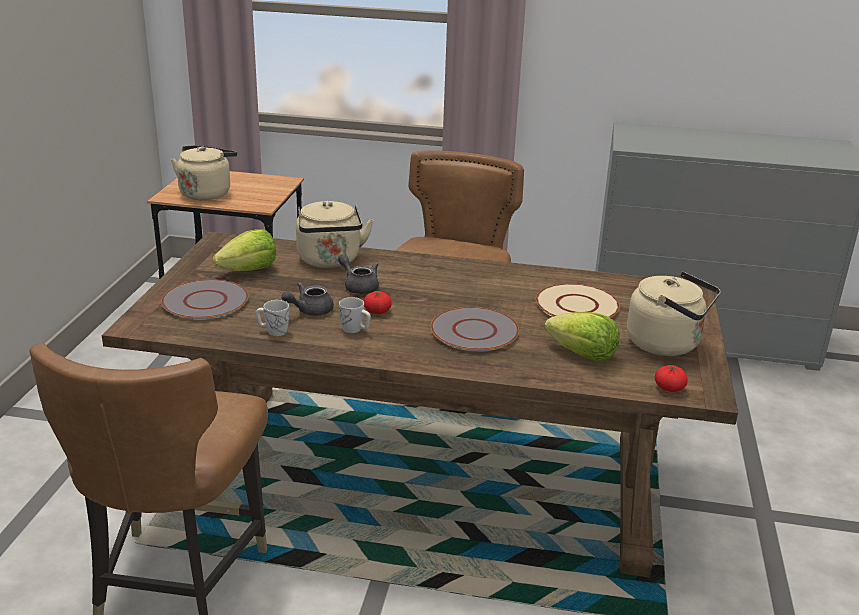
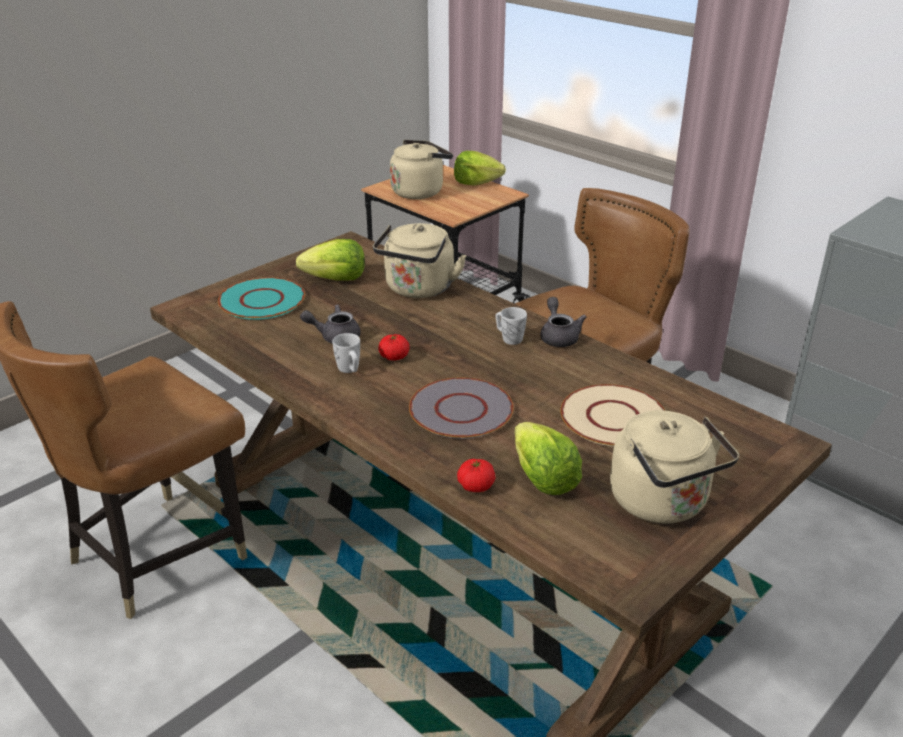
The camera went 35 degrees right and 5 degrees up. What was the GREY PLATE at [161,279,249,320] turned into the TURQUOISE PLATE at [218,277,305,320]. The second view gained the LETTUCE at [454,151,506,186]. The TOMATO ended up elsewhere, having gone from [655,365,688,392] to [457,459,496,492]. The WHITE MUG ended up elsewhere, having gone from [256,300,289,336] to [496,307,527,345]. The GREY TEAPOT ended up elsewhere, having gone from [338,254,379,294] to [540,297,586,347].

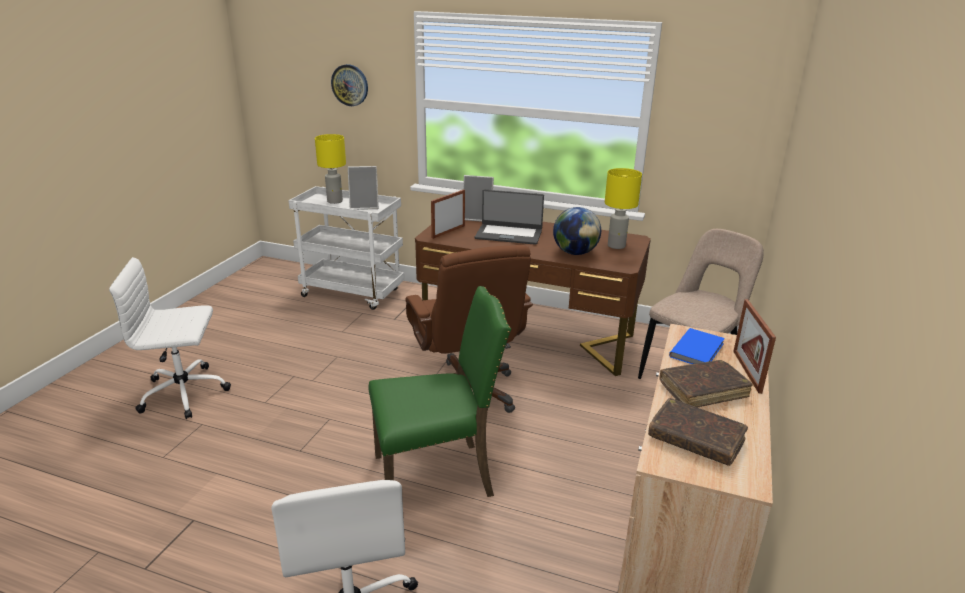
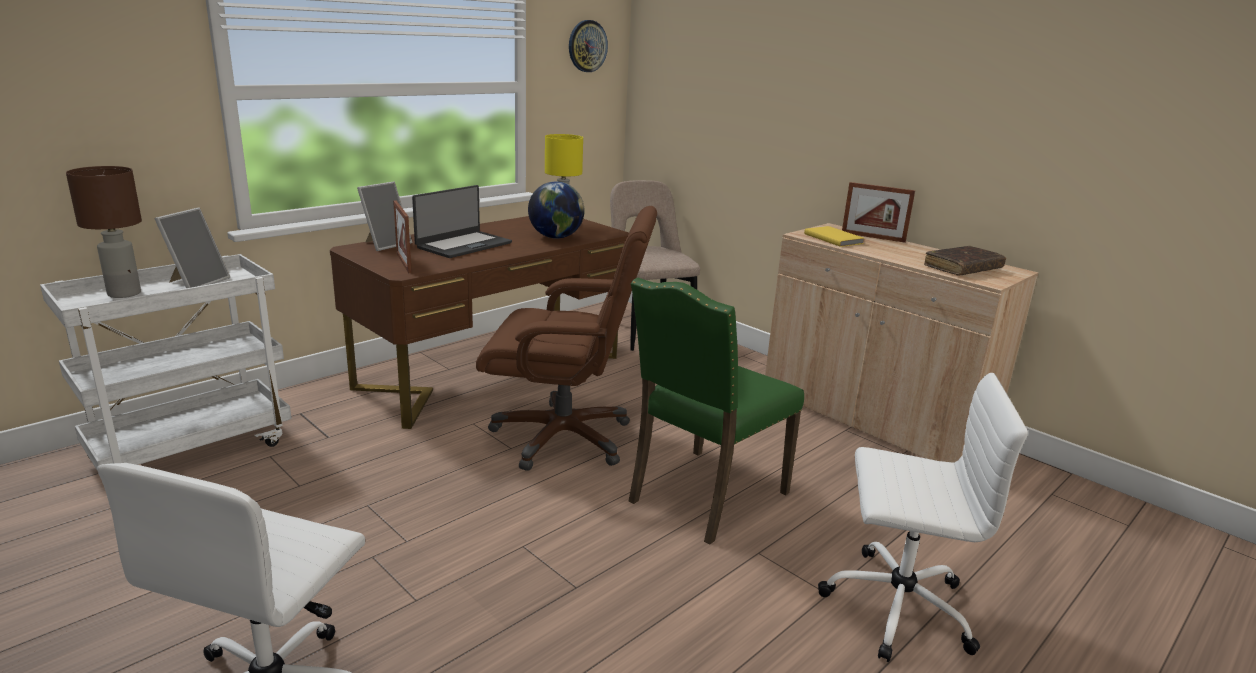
The camera went 65 degrees left and 5 degrees down. What was the YELLOW TABLE LAMP at [315,134,346,204] turned into the BROWN TABLE LAMP at [66,166,142,298]. The WALL CLOCK ended up elsewhere, having gone from [331,64,368,106] to [569,20,608,72]. The GREEN CHAIR at [368,286,512,497] ended up facing another way, 150 degrees counterclockwise from before. What was the BLUE BOOK at [669,328,725,364] turned into the YELLOW BOOK at [804,226,864,247]. The second view lost the BROWN BOOK at [659,360,753,408].

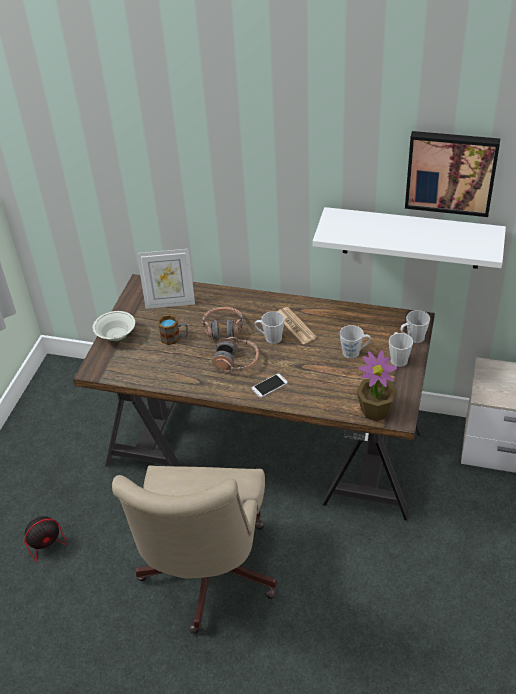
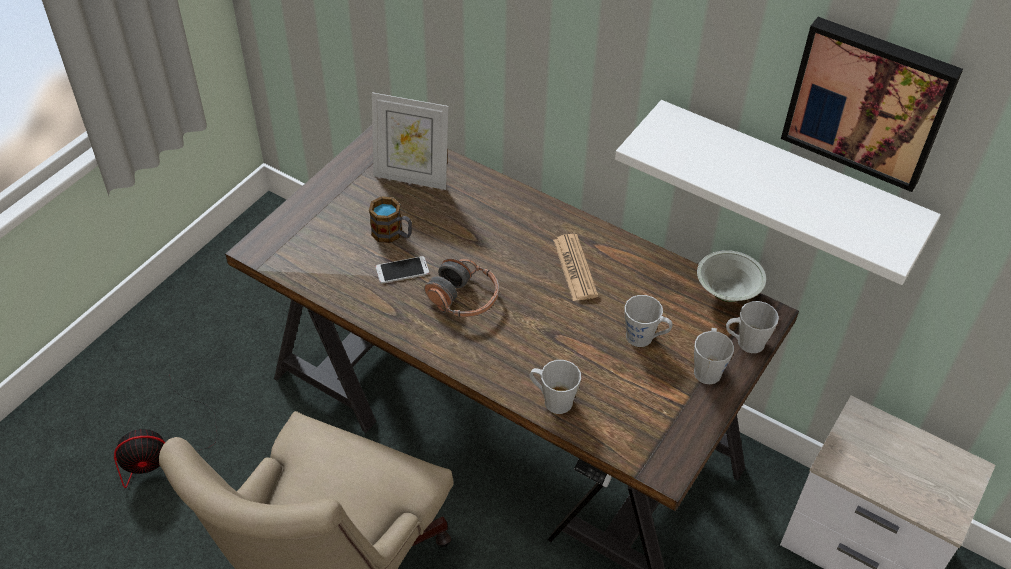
The camera went 15 degrees right and 5 degrees up. The PHONE ended up elsewhere, having gone from [252,373,288,398] to [375,256,429,284]. The GREY MUG ended up elsewhere, having gone from [254,311,284,344] to [530,360,581,414]. The WHITE BOWL ended up elsewhere, having gone from [93,311,135,342] to [697,250,766,302]. The second view lost the HEADPHONES at [202,307,243,340]. The second view lost the POTTED PLANT at [357,350,397,421].

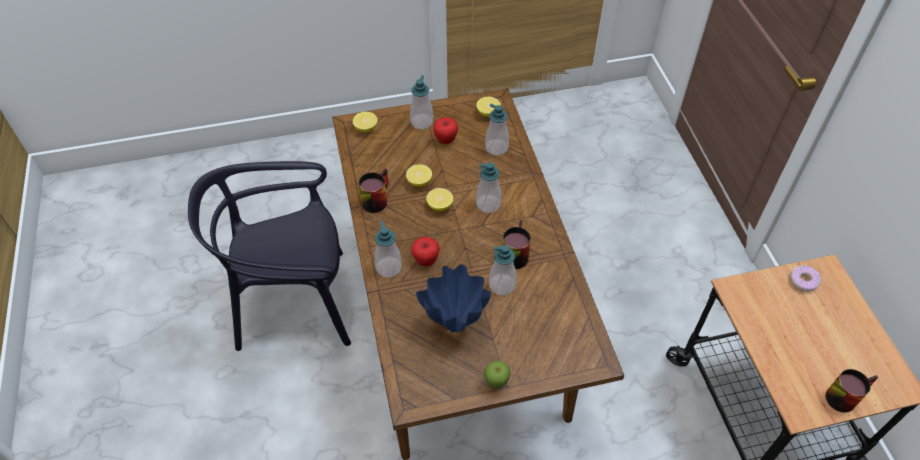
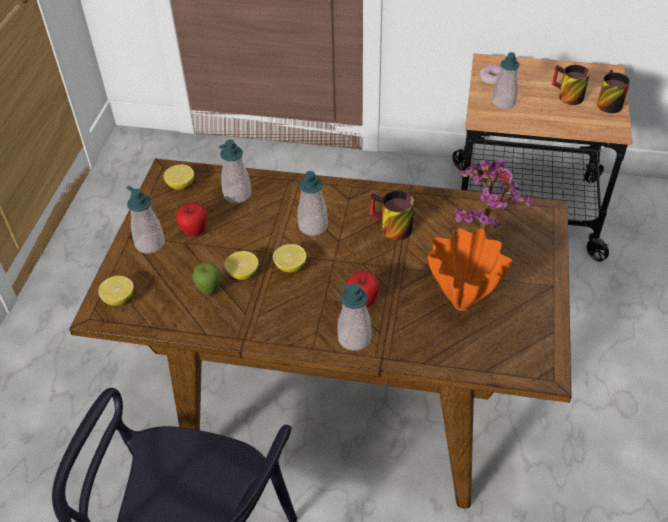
The camera went 65 degrees left and 5 degrees down. The APPLE ended up elsewhere, having gone from [484,361,511,389] to [192,262,221,295]. What was the BLUE VASE at [416,265,491,332] turned into the ORANGE VASE at [428,228,512,311]. The second view gained the POTTED PLANT at [454,158,531,230]. The SOAP DISPENSER ended up elsewhere, having gone from [489,245,516,296] to [492,52,520,109]. The MUG ended up elsewhere, having gone from [358,168,389,213] to [552,65,590,105].

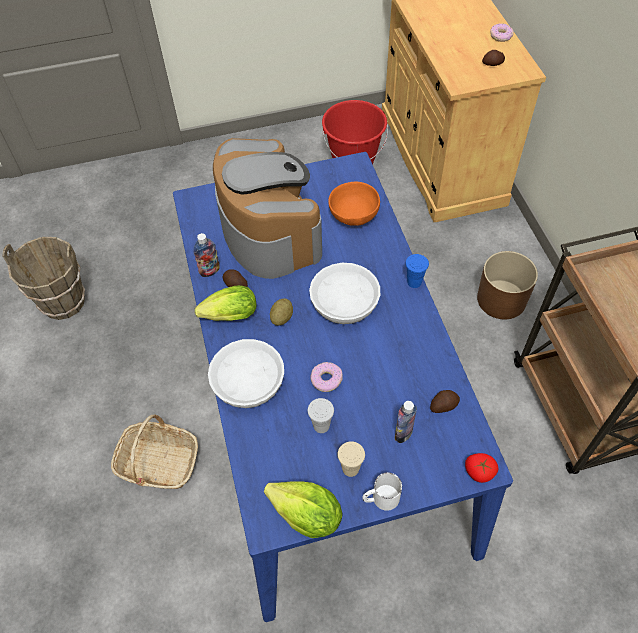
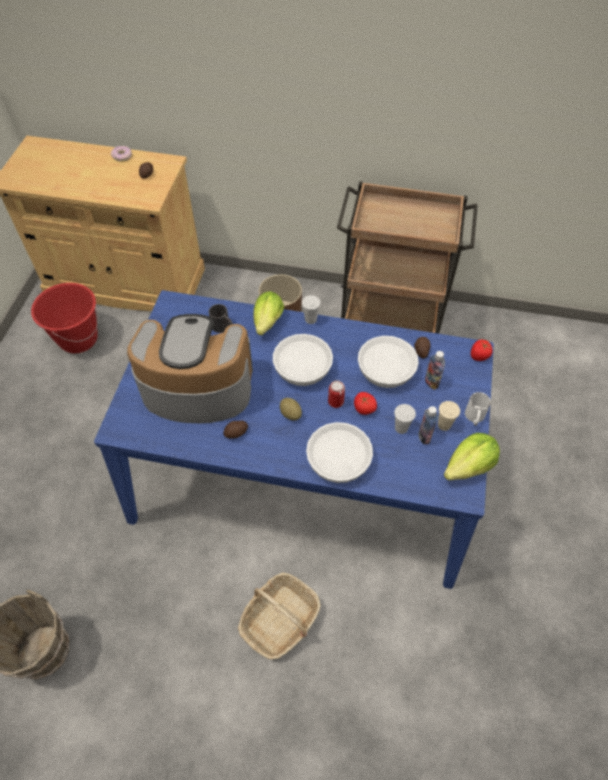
The camera went 65 degrees left and 0 degrees up. Where the ORANGE BOWL stood at [328,182,380,226], the BLACK MUG came to stand at [209,304,233,333]. The LETTUCE ended up elsewhere, having gone from [195,285,257,321] to [253,291,284,335]. What was the BLUE CUP at [406,254,429,288] turned into the WHITE CUP at [302,295,321,324]. The second view gained the CAN at [328,380,345,408]. Where the DONUT stood at [310,362,343,392], the TOMATO came to stand at [354,392,377,415]. The second view gained the WHITE BOWL at [358,336,419,388]. The BOTTLE ended up elsewhere, having gone from [194,233,220,277] to [419,406,438,444].

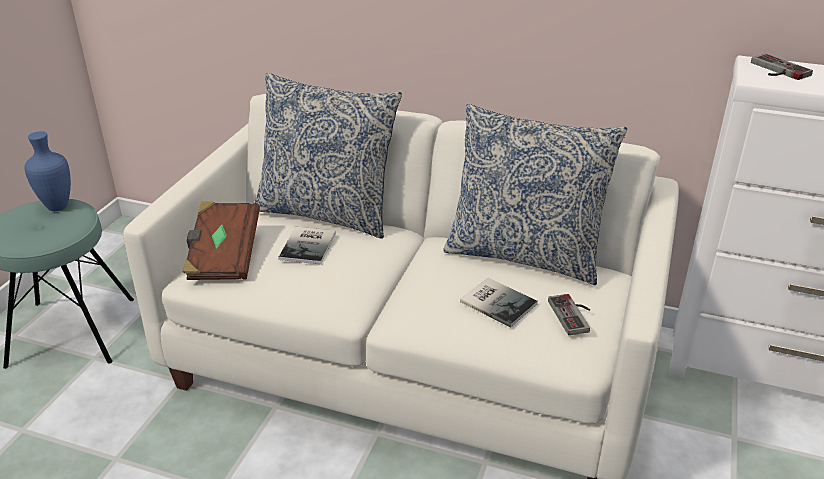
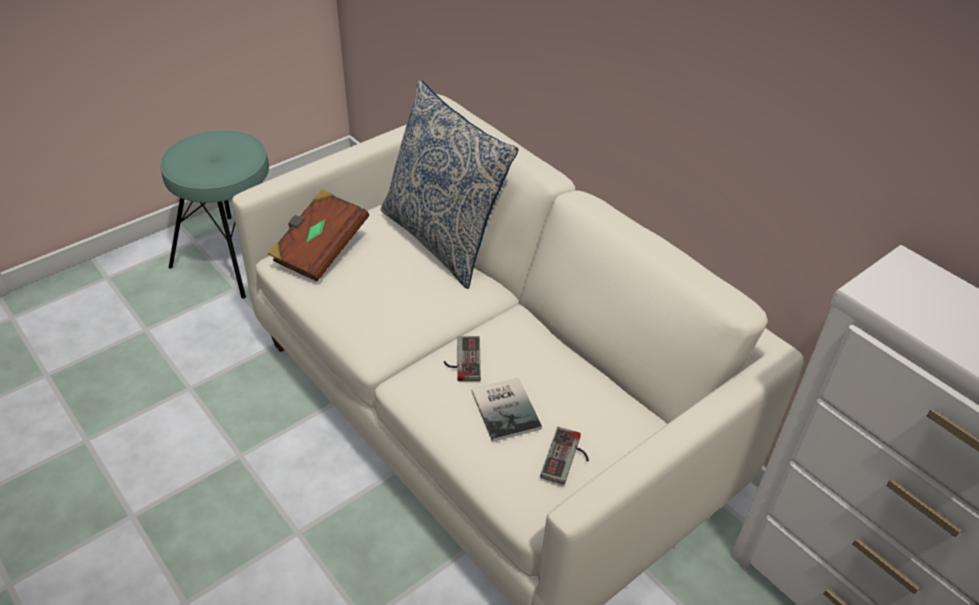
The camera went 30 degrees right and 10 degrees up. The GAME CONTROLLER ended up elsewhere, having gone from [751,54,813,80] to [444,336,481,381]. The second view lost the BLUE VASE at [25,131,71,211]. The second view lost the BOOK at [278,227,336,264]. The second view lost the PILLOW at [443,104,627,285].

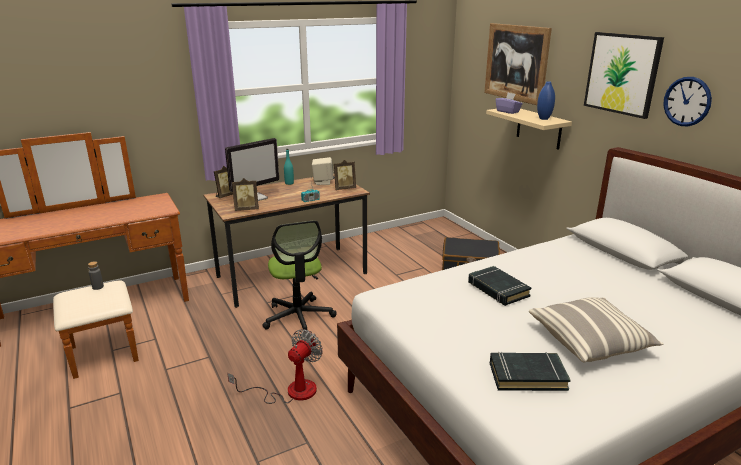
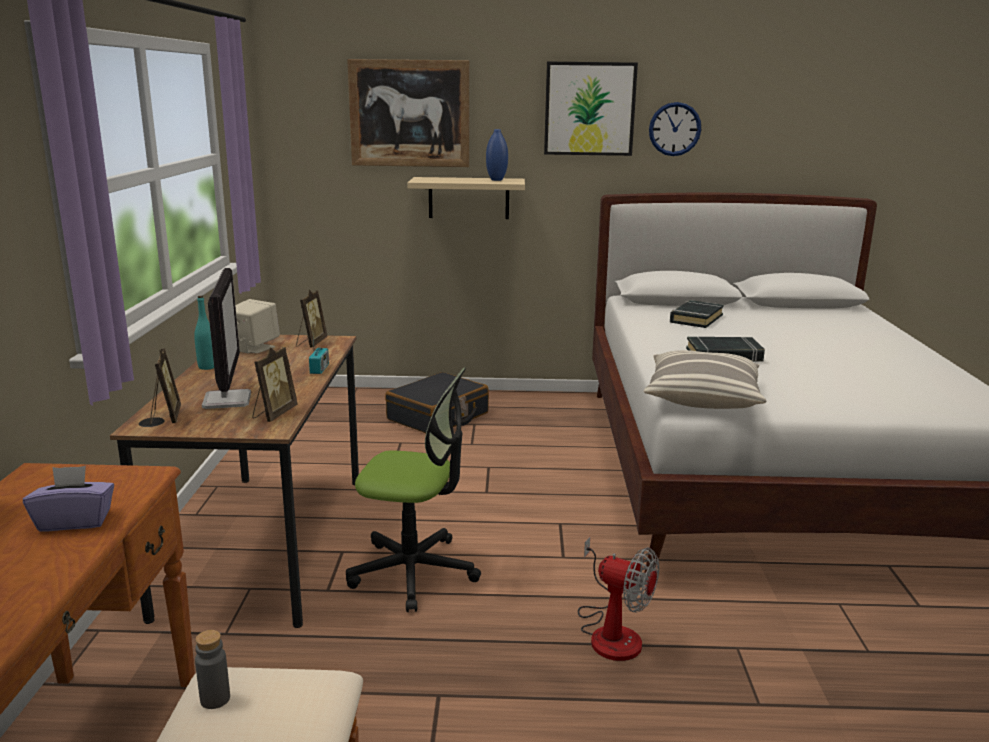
The camera went 60 degrees left and 5 degrees down. The PURPLE TISSUE BOX ended up elsewhere, having gone from [496,93,523,114] to [23,466,114,531]. The FAN at [227,329,323,404] ended up facing another way, 150 degrees clockwise from before. The PILLOW ended up elsewhere, having gone from [529,297,664,363] to [644,350,766,409]. The BLACK BOOK ended up elsewhere, having gone from [490,351,571,391] to [670,300,724,328].

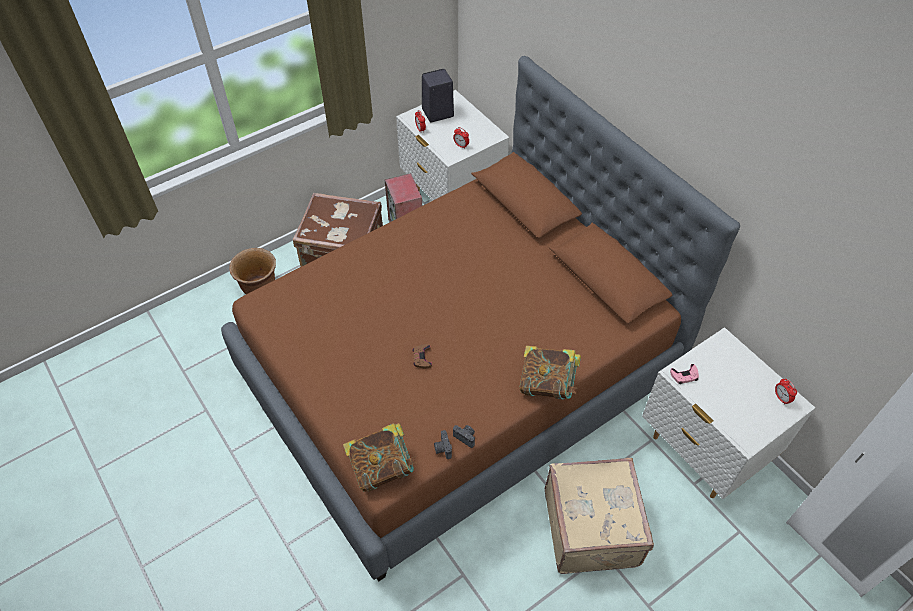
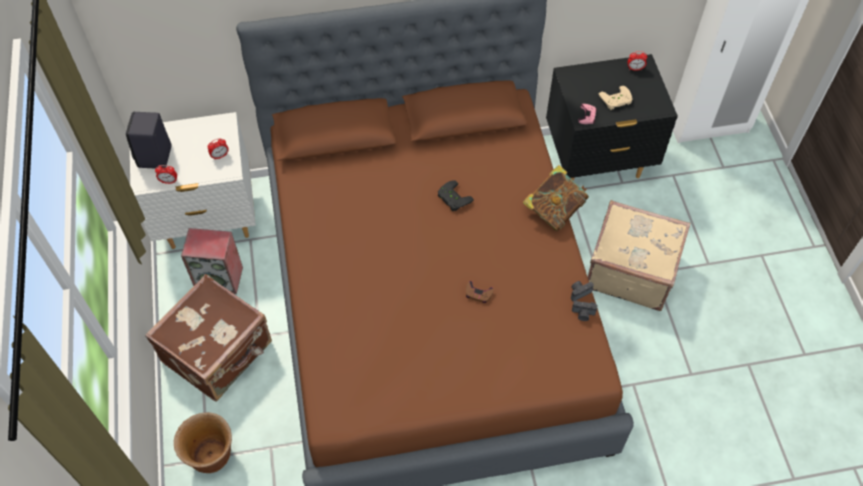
The camera went 65 degrees left and 5 degrees up. The second view gained the BLACK GAME CONTROLLER at [438,180,474,211]. What was the WHITE NIGHTSTAND at [642,327,815,499] turned into the BLACK NIGHTSTAND at [546,54,678,181]. The second view gained the BEIGE GAME CONTROLLER at [599,86,632,110]. The second view lost the BOOK at [343,423,417,492].

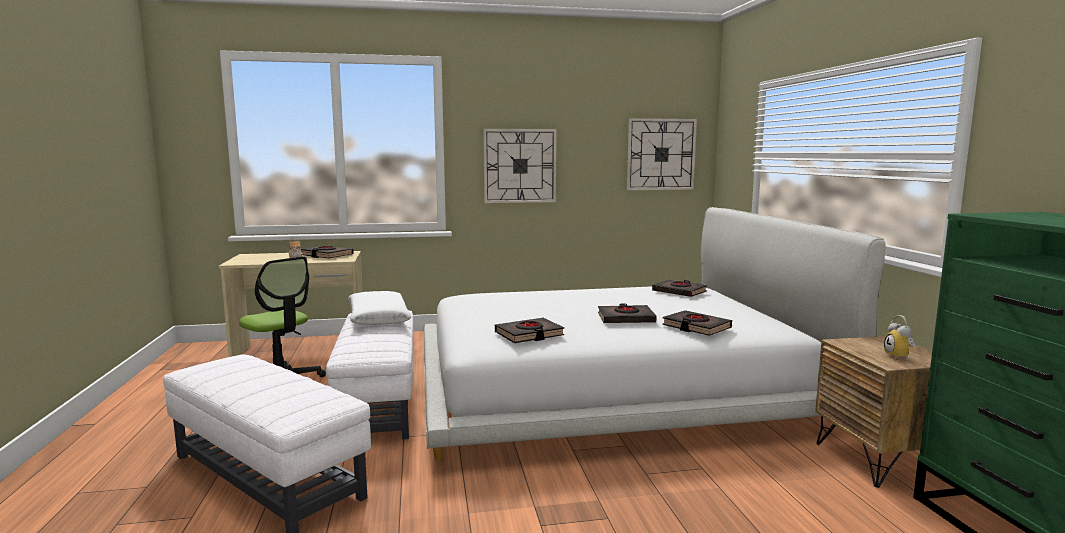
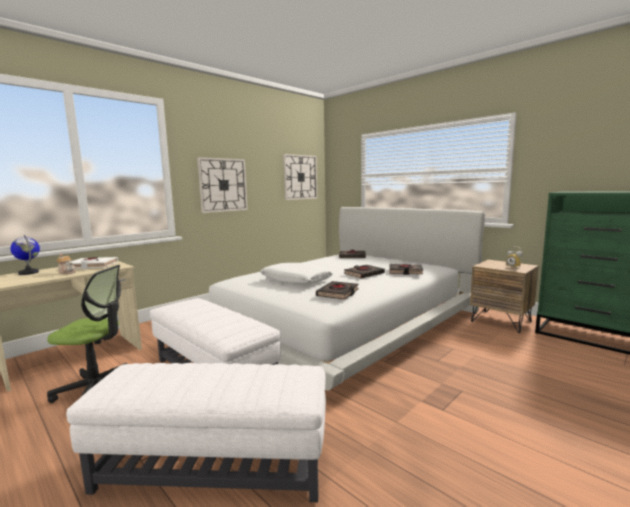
The camera went 35 degrees left and 0 degrees up. The second view gained the GLOBE at [10,235,40,275]. What was the BLACK BOOK at [301,246,354,258] turned into the WHITE BOOK at [70,257,118,269]. The WHITE PILLOW ended up elsewhere, having gone from [348,291,412,325] to [260,263,333,284].

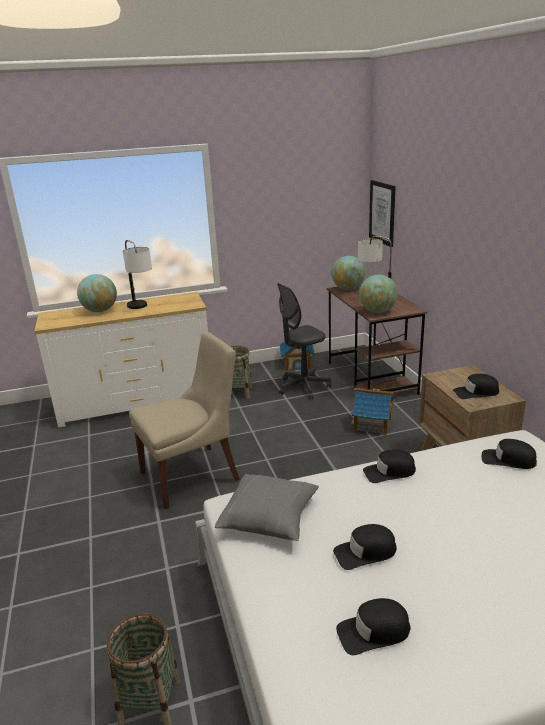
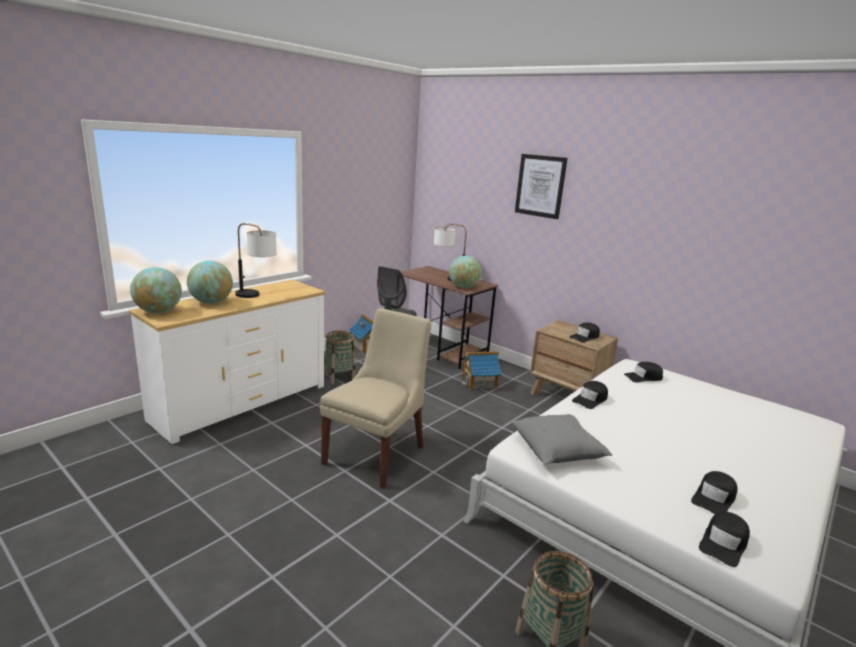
The camera went 35 degrees left and 5 degrees down. The GLOBE ended up elsewhere, having gone from [331,256,366,290] to [130,267,182,313]. The PICTURE ended up elsewhere, having gone from [369,180,396,247] to [515,154,568,219]. The BLACK CAP ended up elsewhere, having gone from [333,524,397,570] to [699,512,750,567].

